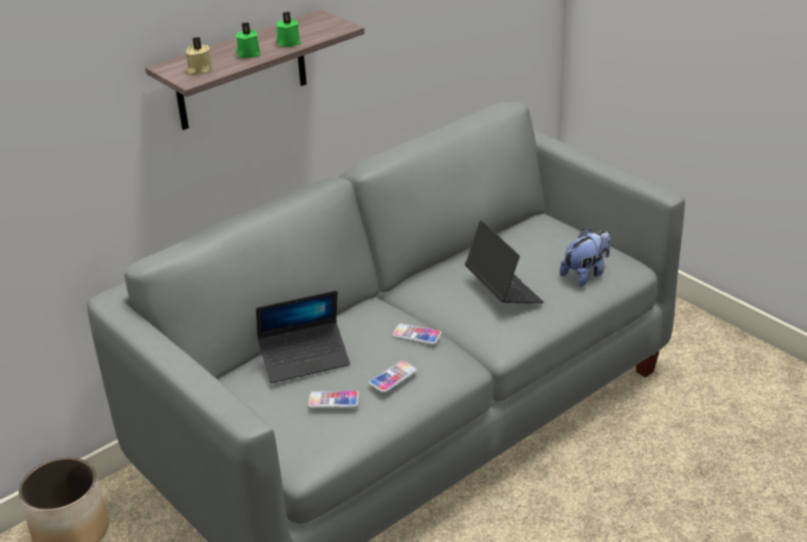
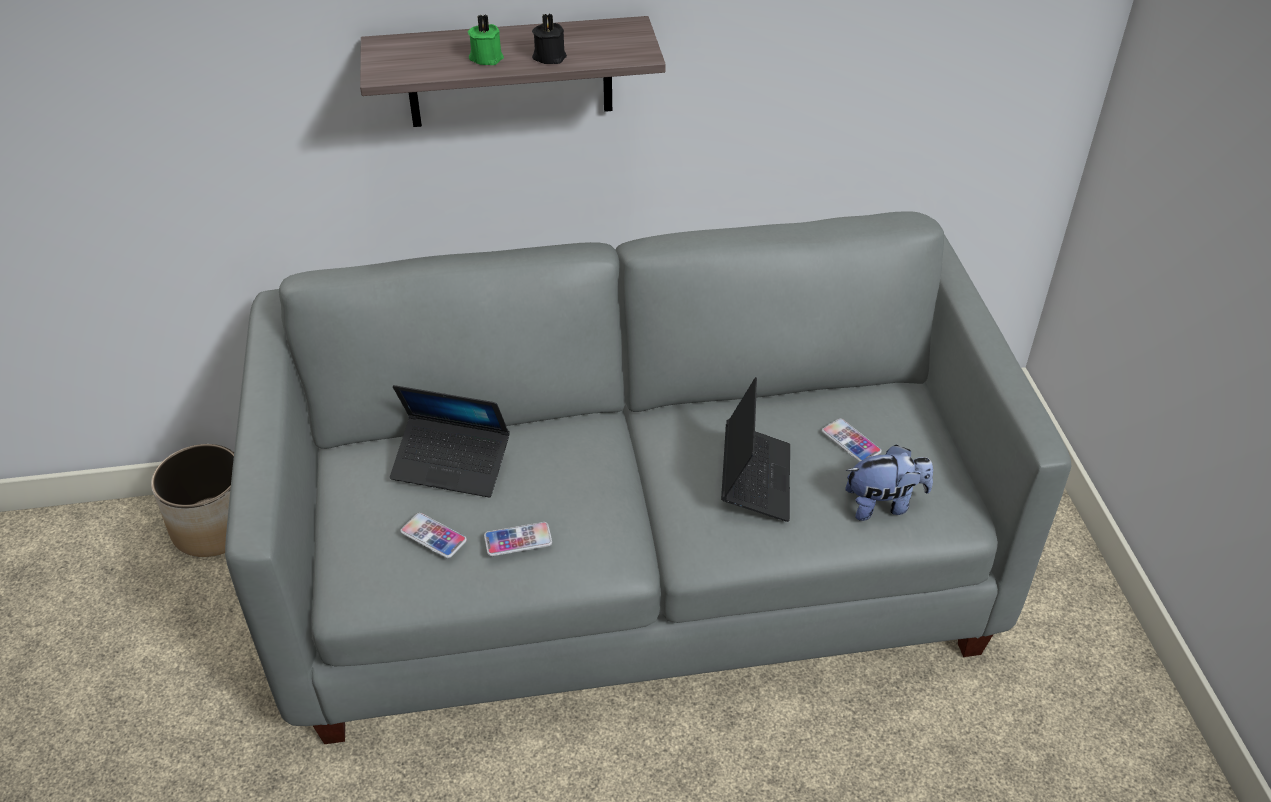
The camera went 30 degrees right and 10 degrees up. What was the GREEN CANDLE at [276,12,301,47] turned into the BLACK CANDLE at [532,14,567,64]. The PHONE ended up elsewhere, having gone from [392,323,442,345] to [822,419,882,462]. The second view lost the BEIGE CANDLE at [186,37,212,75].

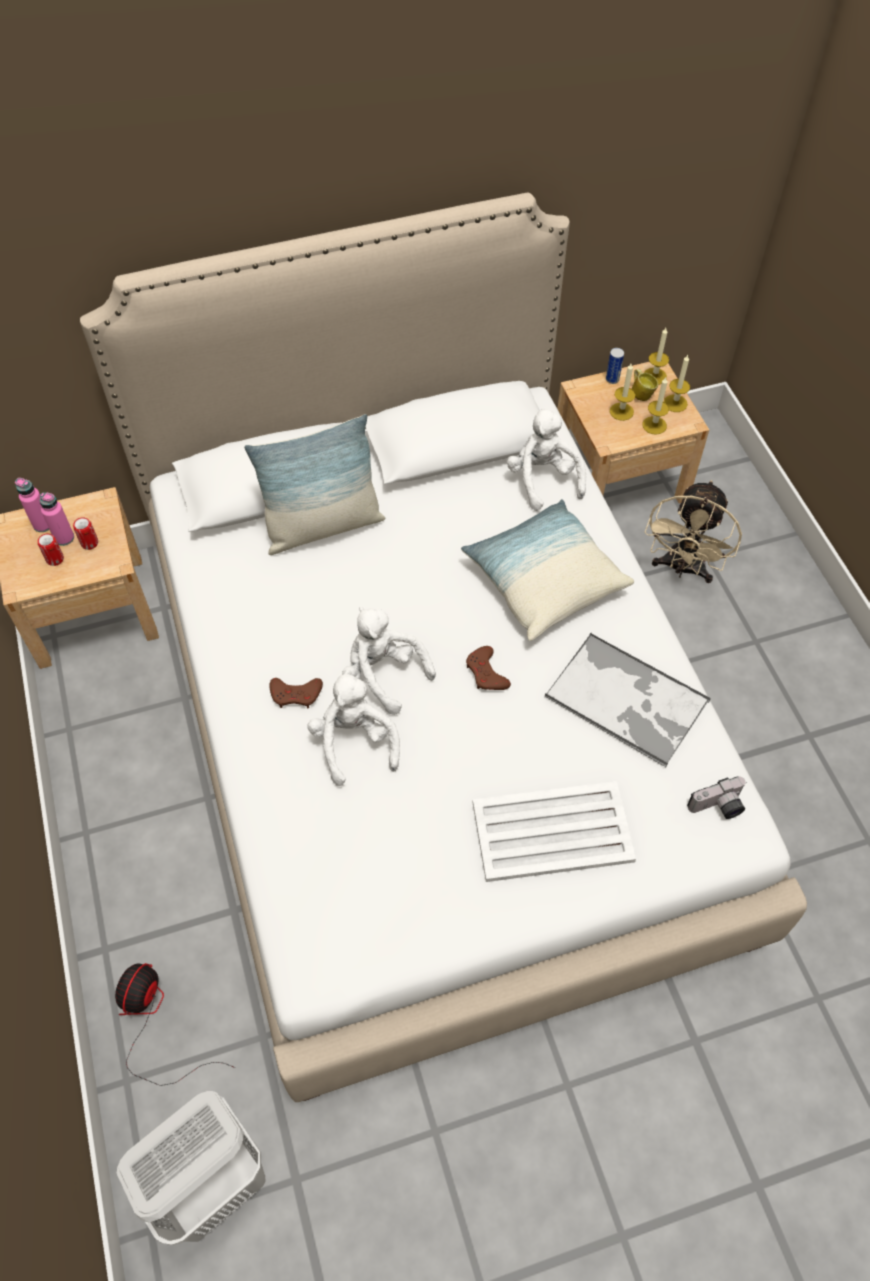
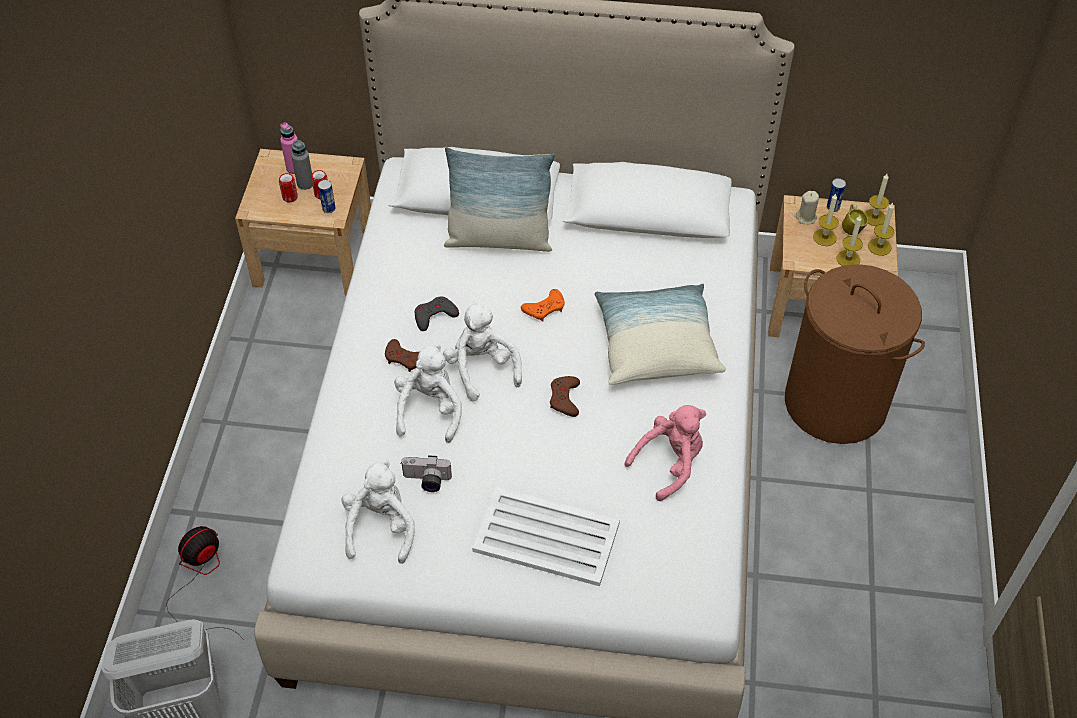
The camera went 25 degrees right and 5 degrees down. What was the PINK BOTTLE at [40,492,74,546] turned into the GREY BOTTLE at [291,139,313,190]. The second view gained the CAN at [318,180,336,213]. The WHITE PLUSH TOY ended up elsewhere, having gone from [507,408,586,511] to [342,460,415,564]. The PHOTO CAMERA ended up elsewhere, having gone from [687,776,746,819] to [400,455,452,492]. The second view gained the GREY GAME CONTROLLER at [415,297,459,331]. The second view gained the ORANGE GAME CONTROLLER at [521,289,565,322]. Where the TRAY stood at [545,632,711,767], the PINK PLUSH TOY came to stand at [624,405,706,501]. Where the BEIGE FAN stood at [645,480,742,583], the BROWN LAUNDRY BASKET came to stand at [785,264,925,444]. The second view gained the BEIGE CANDLE at [796,191,819,224].

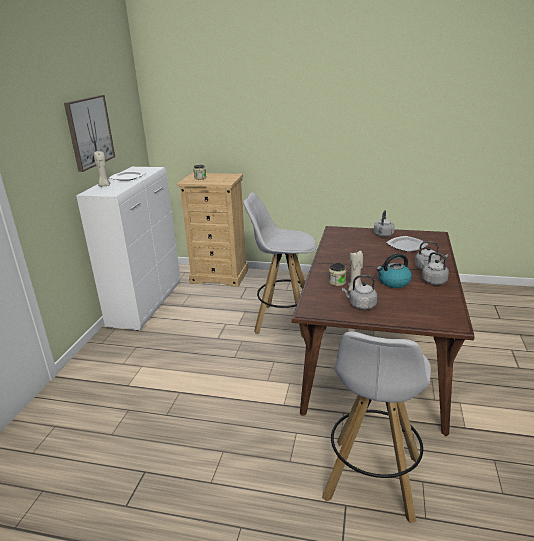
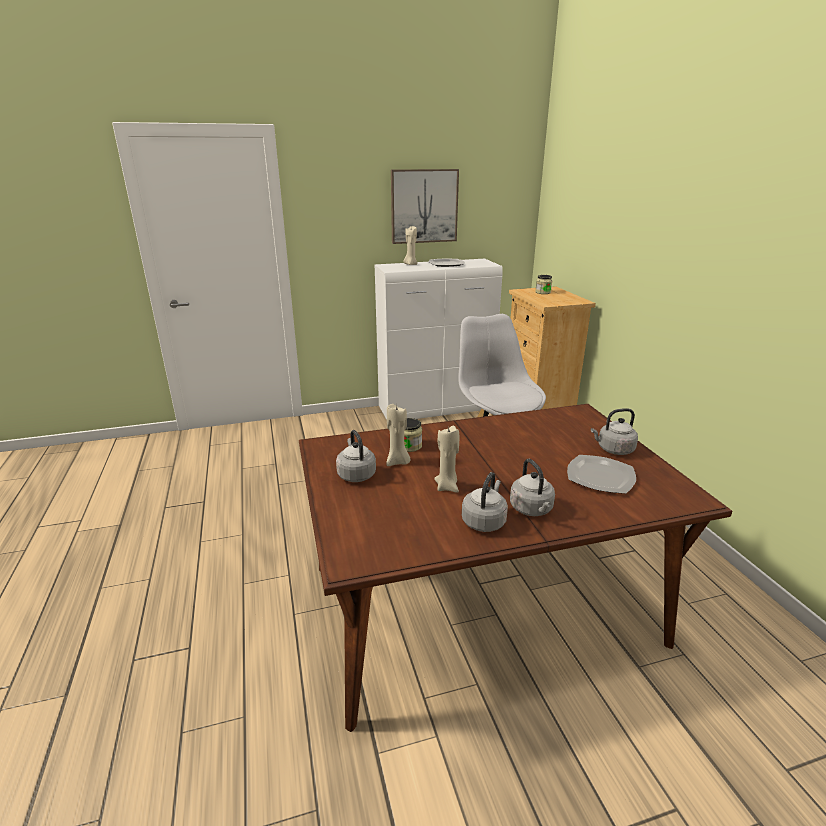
The camera went 60 degrees right and 0 degrees up. Where the KETTLE stood at [376,253,412,288], the BEIGE CANDLE came to stand at [434,426,459,493]. The second view lost the WHITE STOOL at [322,331,431,523].

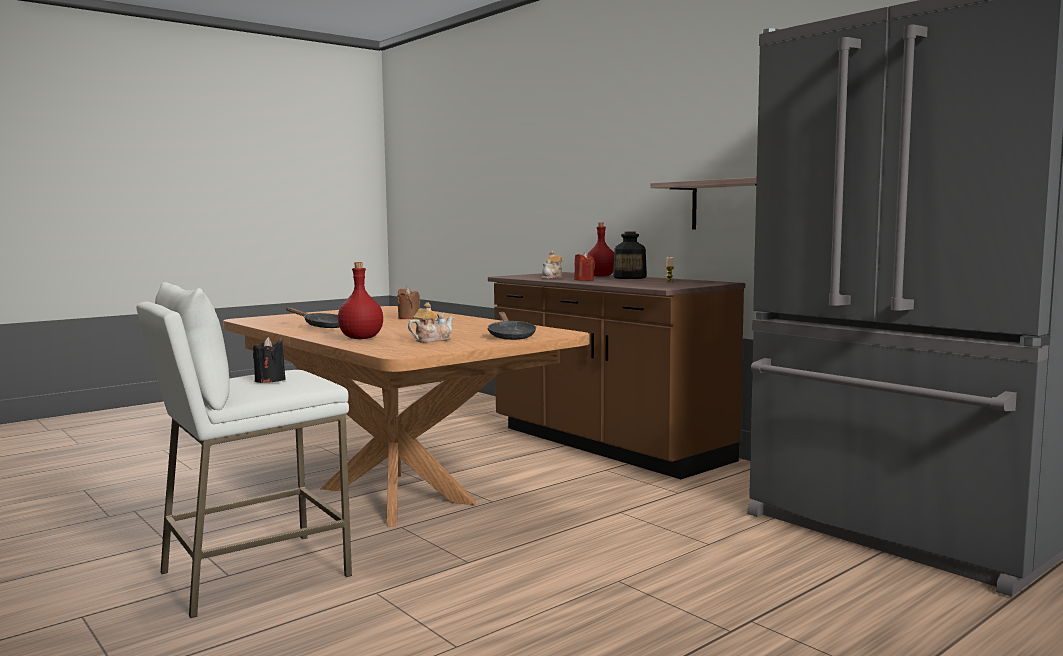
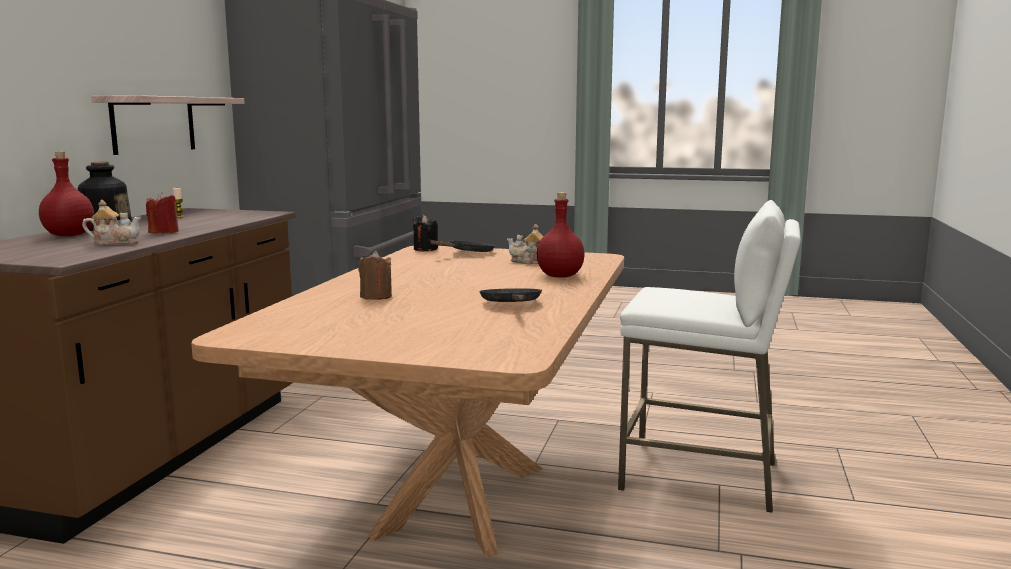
The camera went 125 degrees left and 5 degrees up. The BLACK CANDLE ended up elsewhere, having gone from [253,337,286,383] to [413,215,438,252].

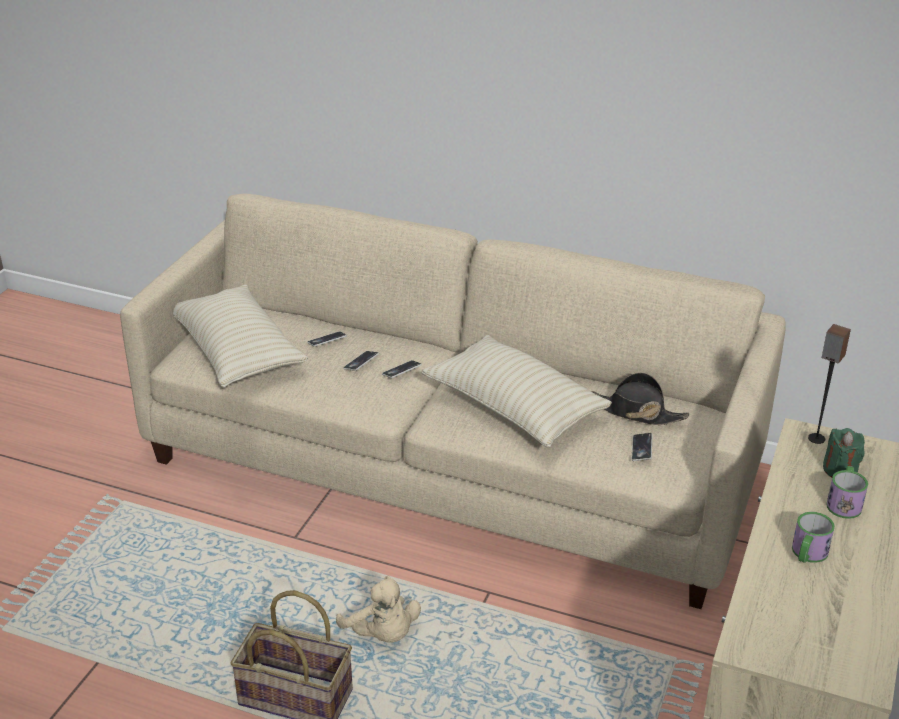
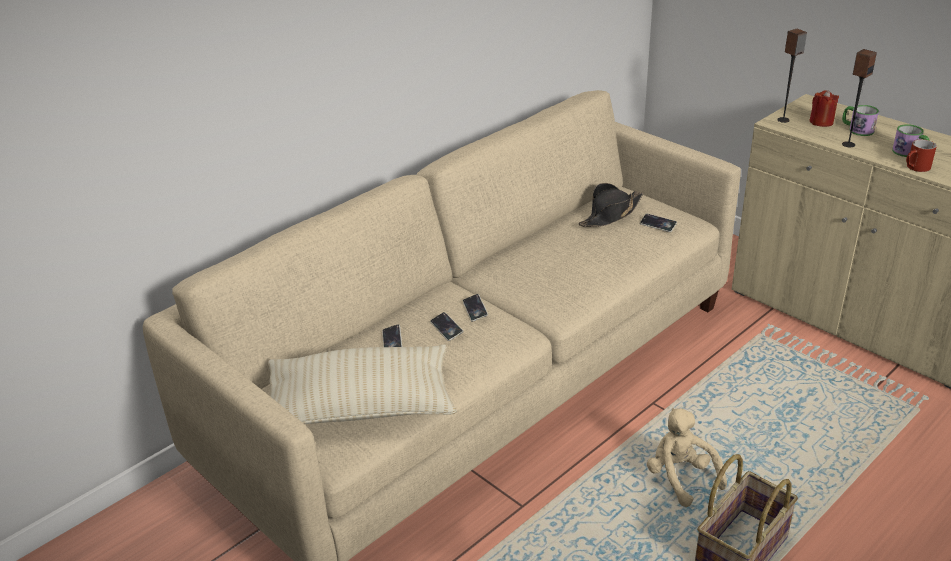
The camera went 65 degrees left and 0 degrees up. The BEIGE PLUSH TOY at [336,576,421,643] ended up facing another way, 105 degrees counterclockwise from before. What was the GREEN CANDLE at [823,428,865,477] turned into the RED CANDLE at [809,90,839,127]. The second view gained the SPEAKER at [842,49,877,147]. The second view gained the RED MUG at [906,139,937,172]. The second view lost the BEIGE PILLOW at [422,335,612,448].

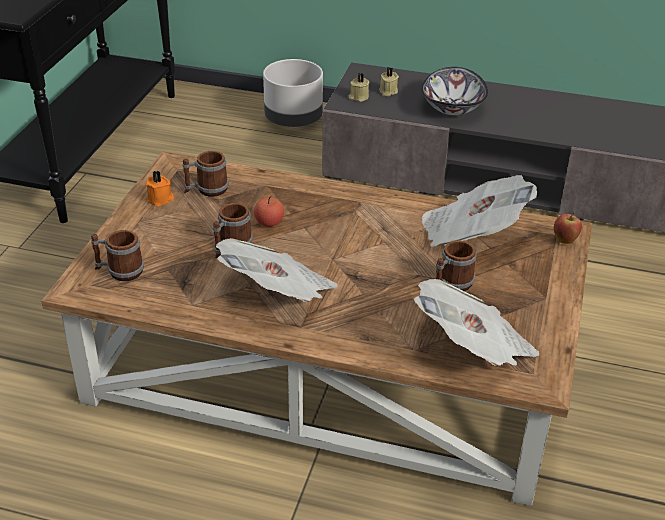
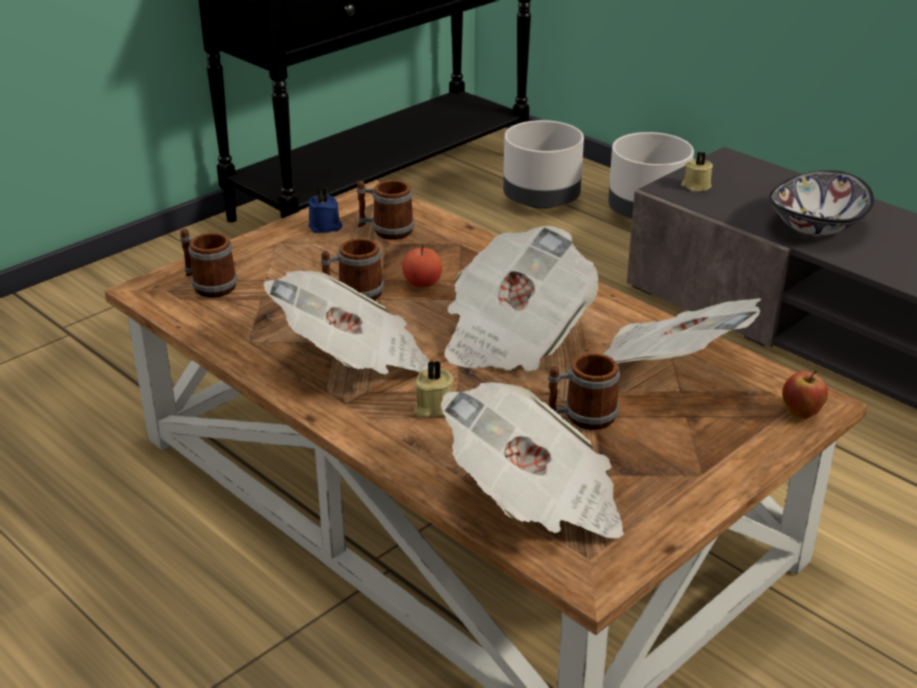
The camera went 30 degrees right and 5 degrees down. What was the ORANGE CANDLE at [146,170,174,207] turned into the BLUE CANDLE at [308,187,342,233]. The BEIGE CANDLE ended up elsewhere, having gone from [379,67,399,97] to [414,360,453,418]. The second view gained the NEWSPAPER at [444,226,599,371]. The second view gained the GREY PLANTER at [503,120,584,209].

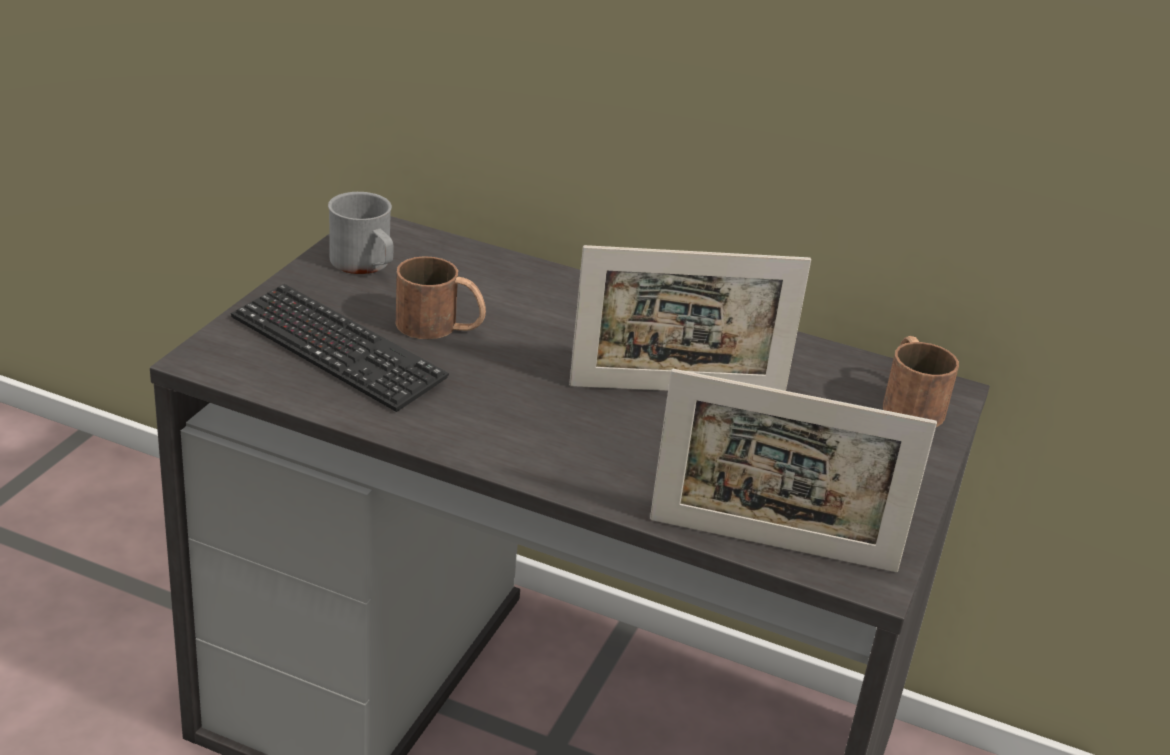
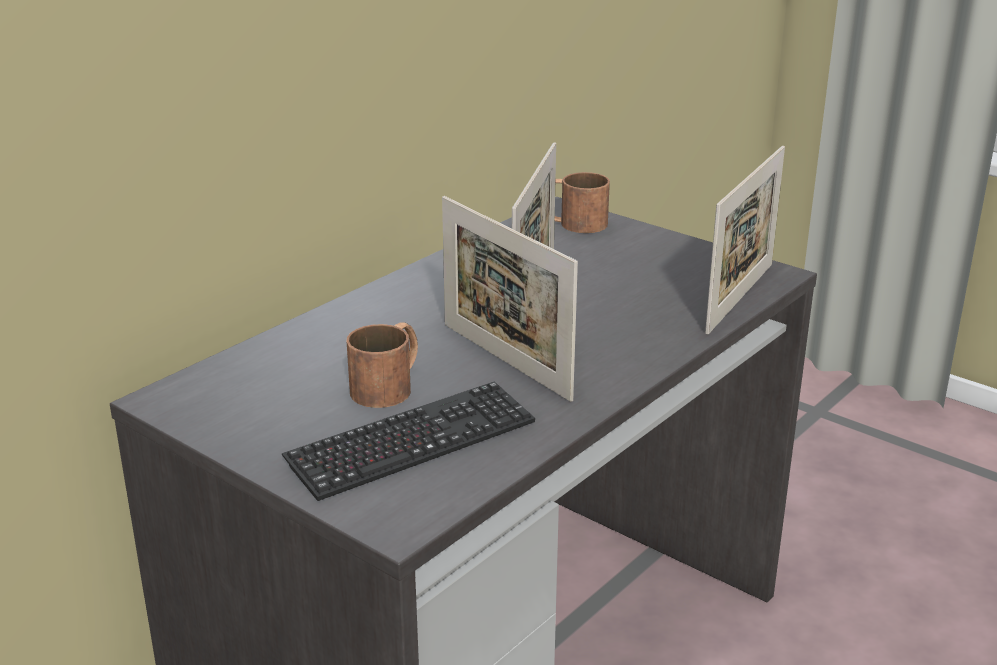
The camera went 70 degrees left and 5 degrees down. The second view gained the PICTURE FRAME at [442,196,578,402]. The second view lost the GREY MUG at [328,192,393,274].

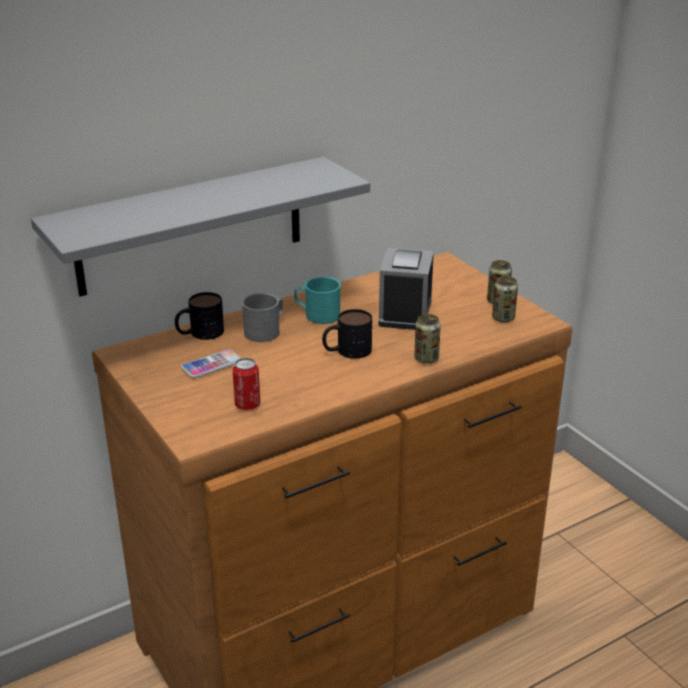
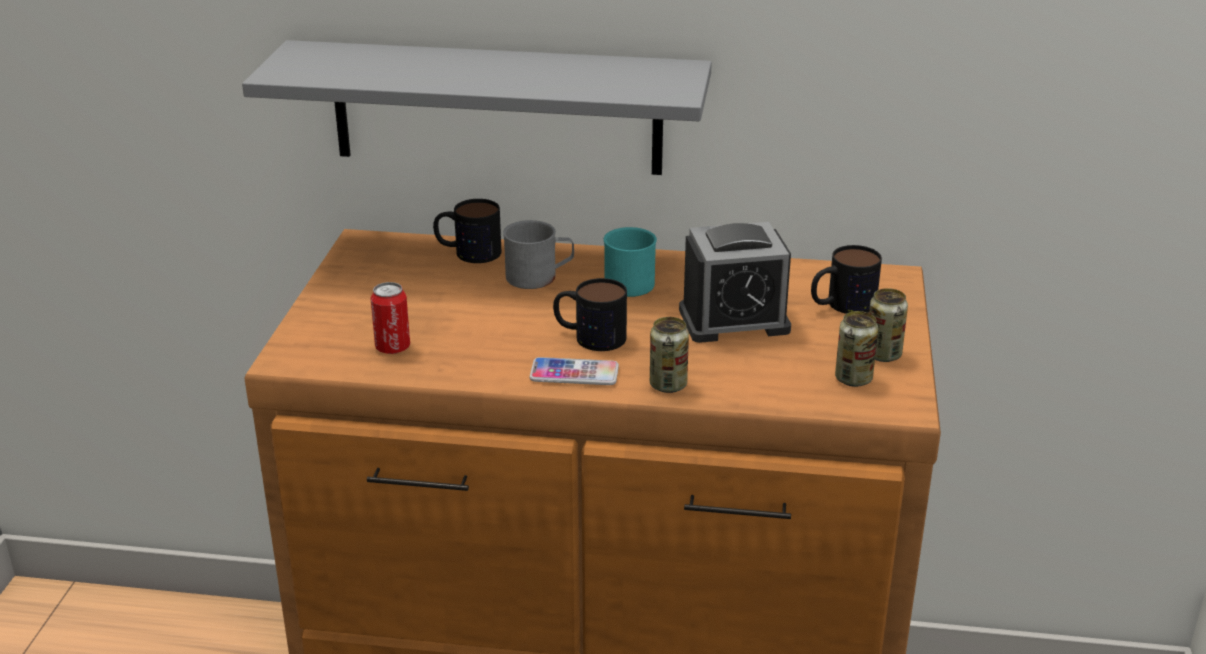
The camera went 40 degrees right and 0 degrees up. The PHONE ended up elsewhere, having gone from [181,349,241,378] to [530,357,619,385]. The ALARM CLOCK at [378,248,434,330] ended up facing another way, 150 degrees counterclockwise from before. The second view gained the MUG at [811,245,882,314].

